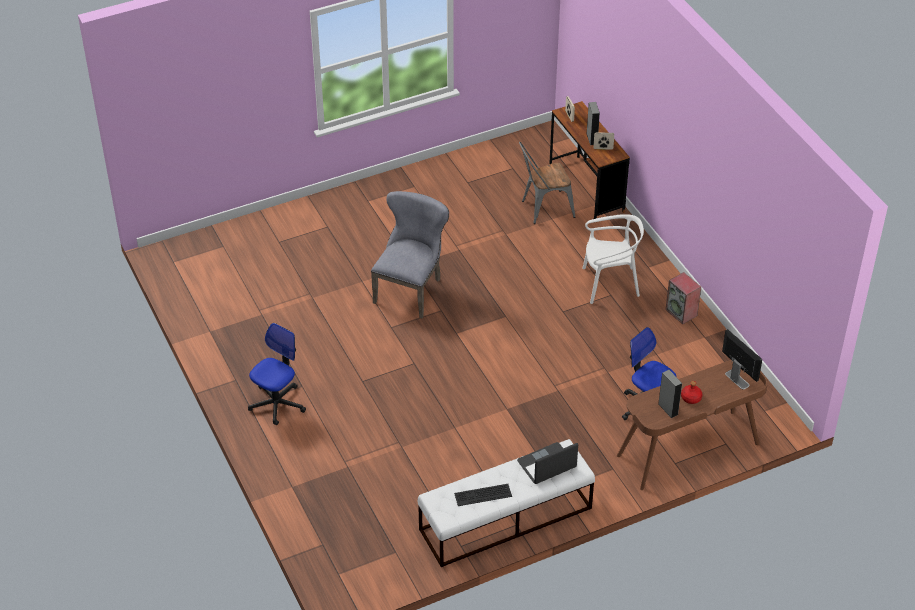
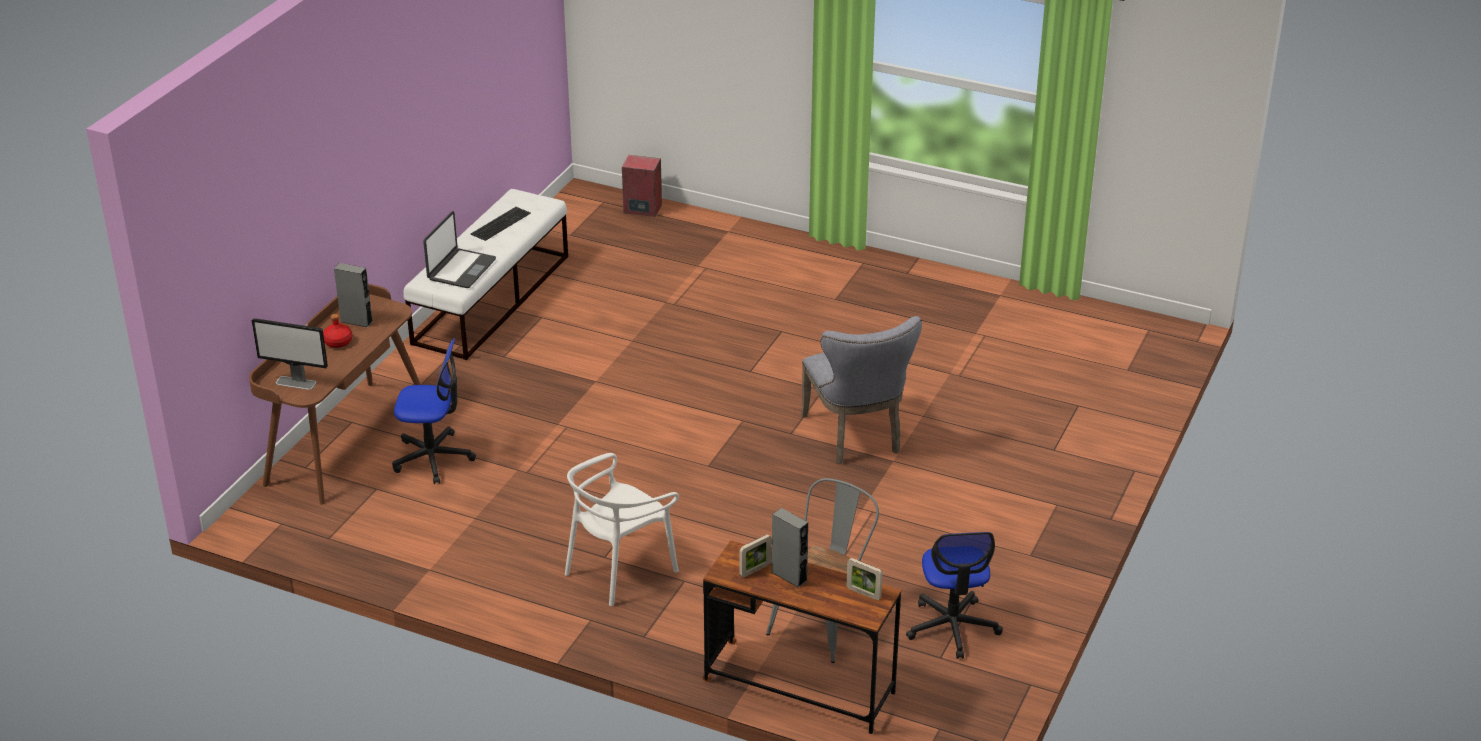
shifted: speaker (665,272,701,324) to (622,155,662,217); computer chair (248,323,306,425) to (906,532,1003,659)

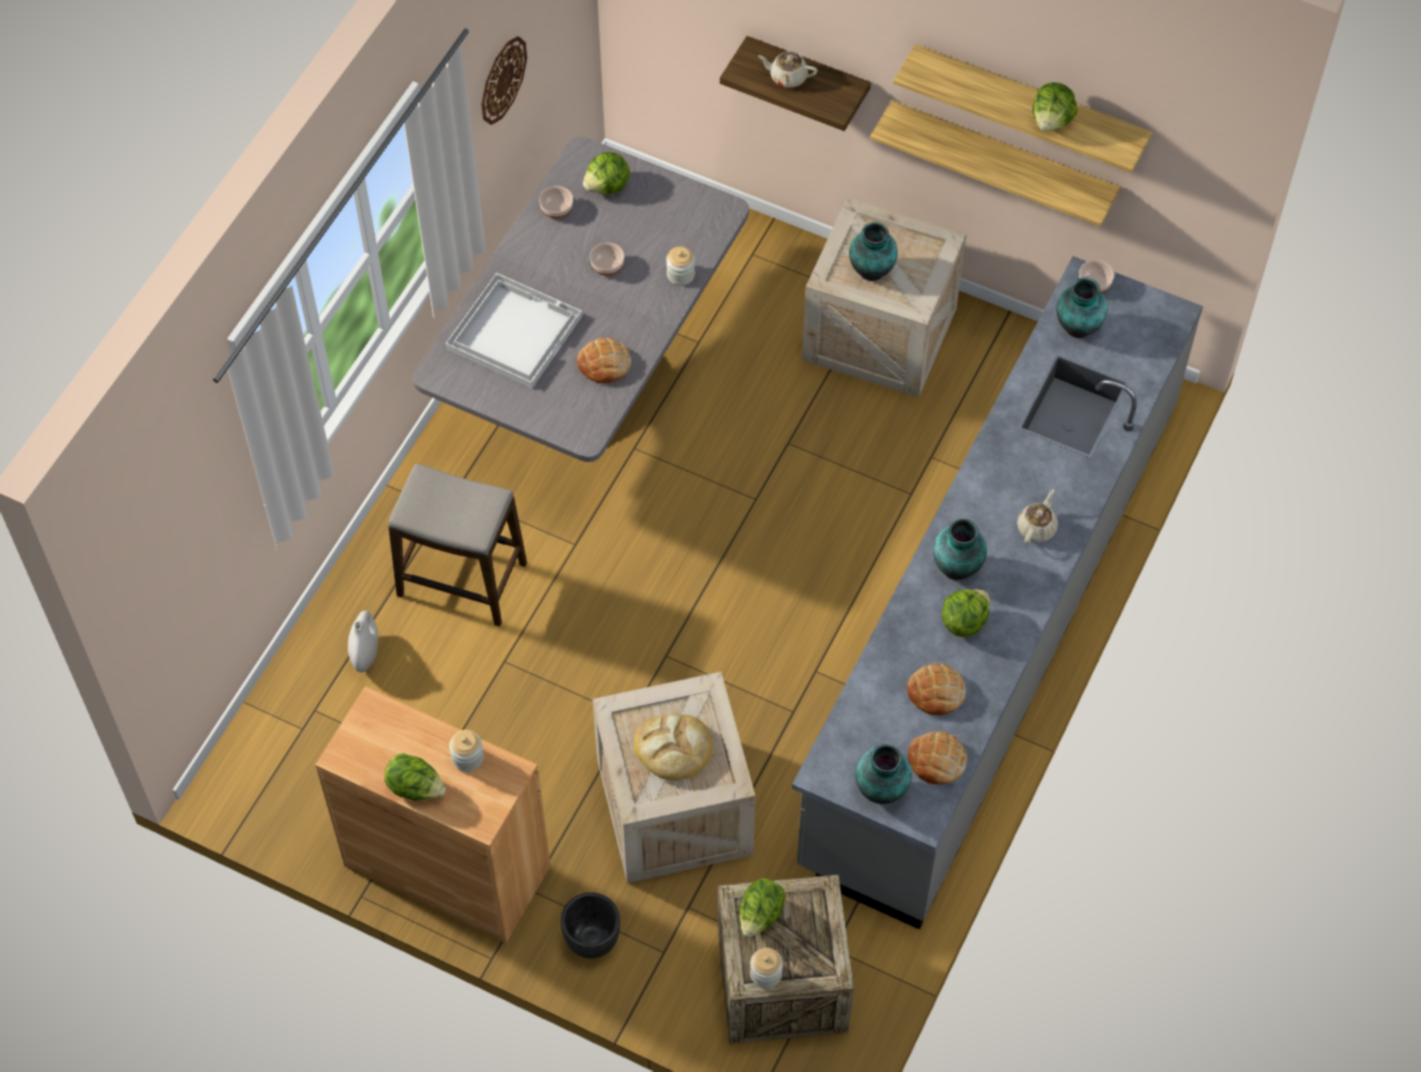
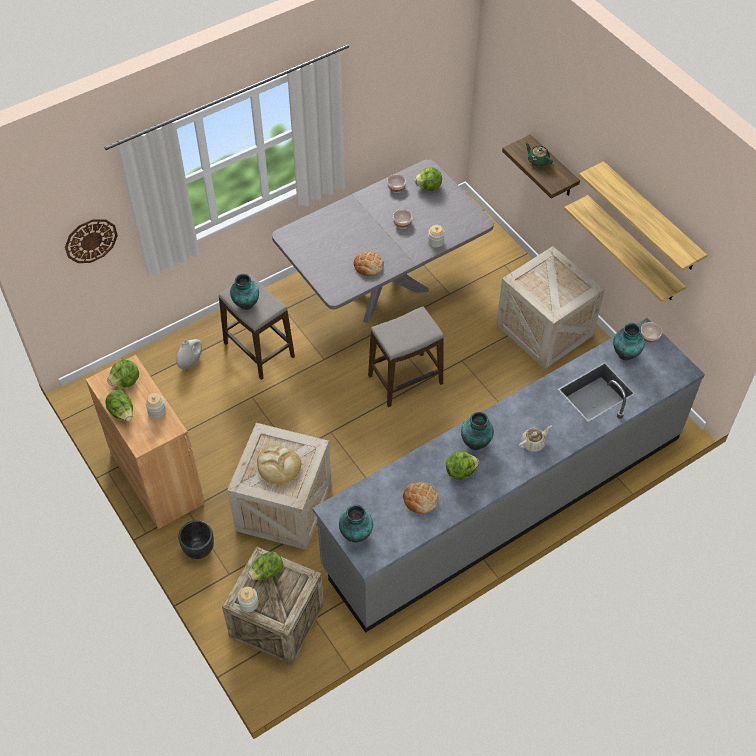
gone: carrying tray in white (445,273,582,388); baked bread (908,731,967,784)
new: sitting stool (368,307,444,407)
shifted: clock on the wall (481,36,527,125) to (65,219,118,263); head of lettuce (1032,82,1077,131) to (107,360,139,388); vase (849,222,898,281) to (230,274,259,310)
repainted: teapot in beige (758,51,818,88) to teapot in green (525,142,553,167)

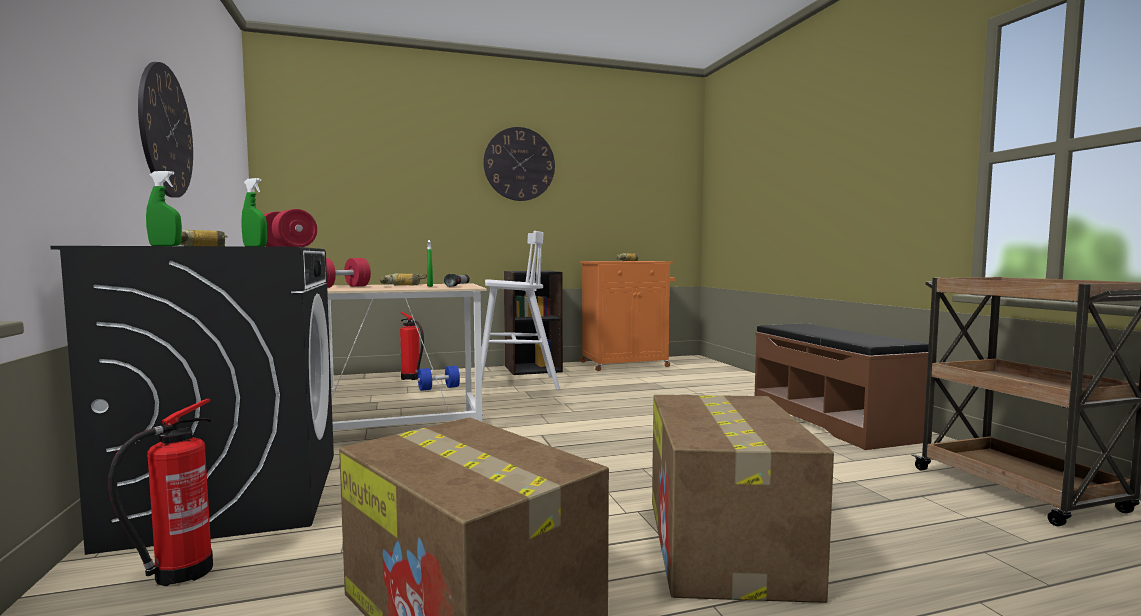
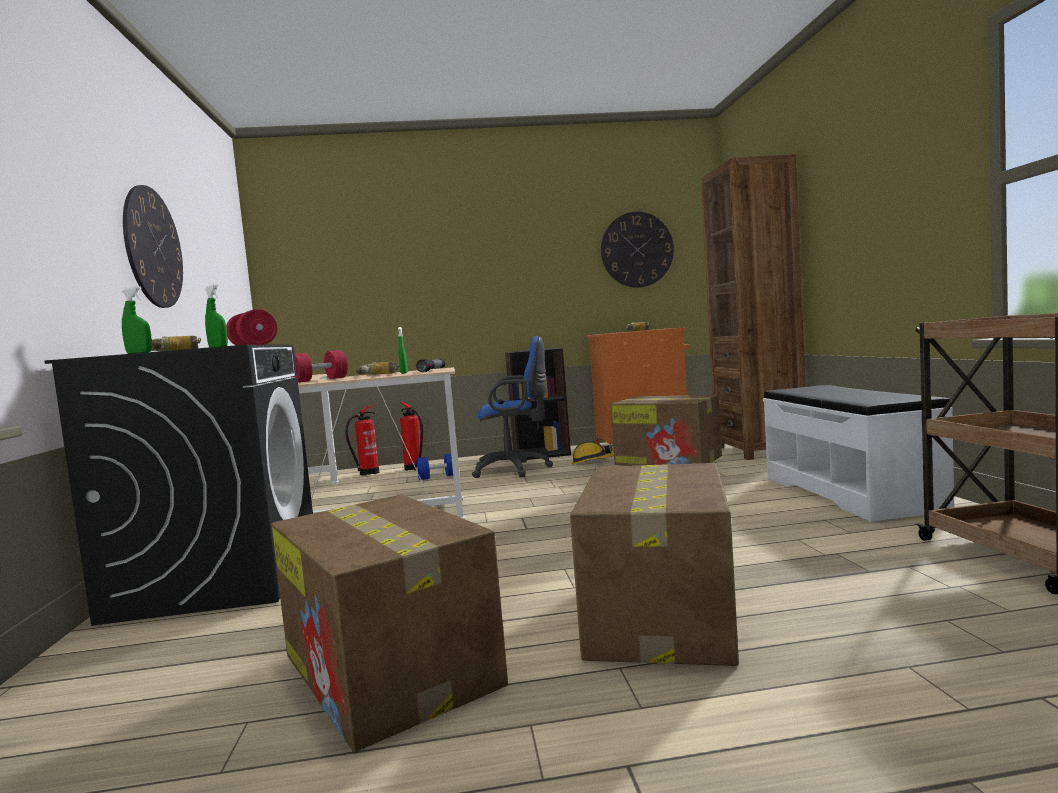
new: shelving unit in brown (701,154,806,460); cardboard box (610,395,722,466); hard hat (571,441,614,464)
shifted: clock on the wall (483,127,555,201) to (601,212,674,288); fire-fighting cylinder (108,399,213,586) to (345,404,379,476)
swapped: sitting stool in white (481,231,560,390) to computer chair in bluish (472,336,553,478)
repainted: bench in brown (755,323,929,450) to bench in white (763,385,954,522)

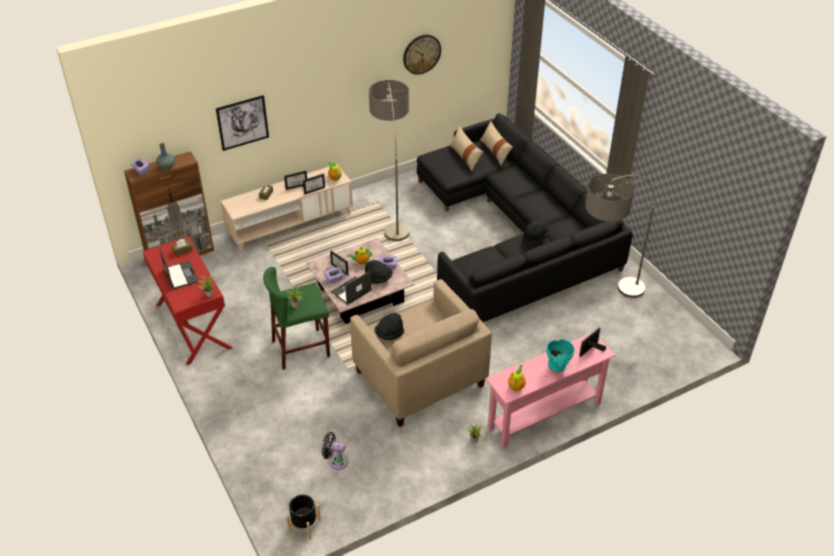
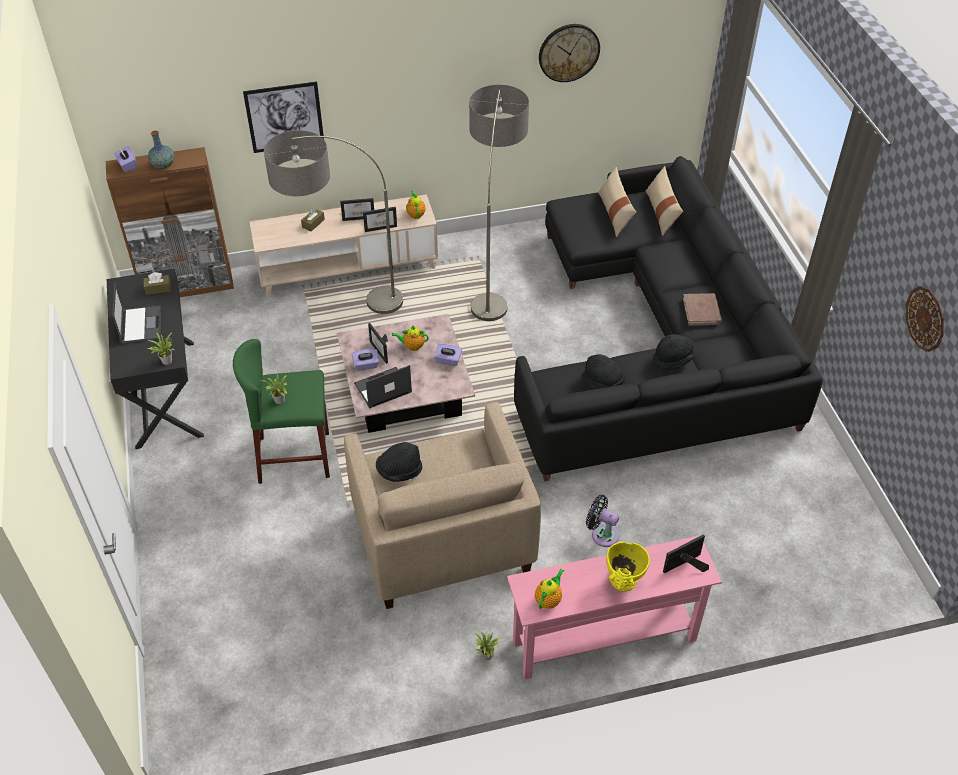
gone: flower pot in black-coloured (286,495,321,539)
new: clock on the wall (906,286,944,352); book in brown (683,293,722,326)
shifted: standing lamp (585,174,655,298) to (264,130,403,314); hat in black-coloured (365,260,392,284) to (583,354,625,389); cooling fan in black-coloured (322,432,349,470) to (586,495,619,547)
repainted: desk unit in reddish (143,237,232,365) to desk unit in black-coloured (107,268,204,449); vase in turquoise (547,339,574,372) to vase in yellow-coloured (607,542,650,592)

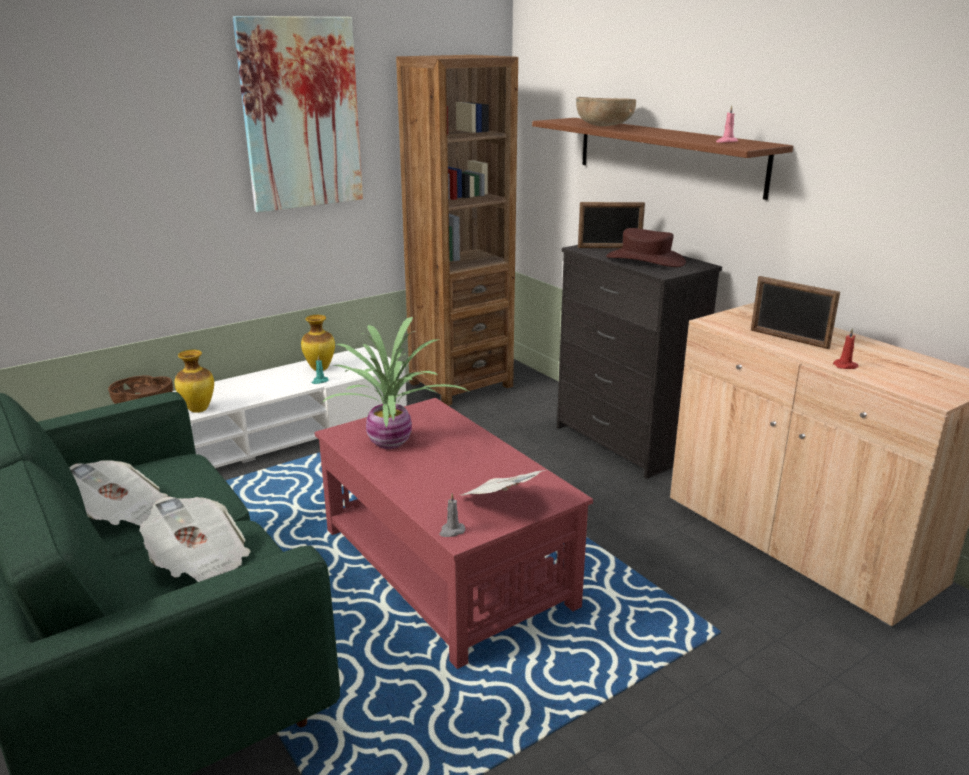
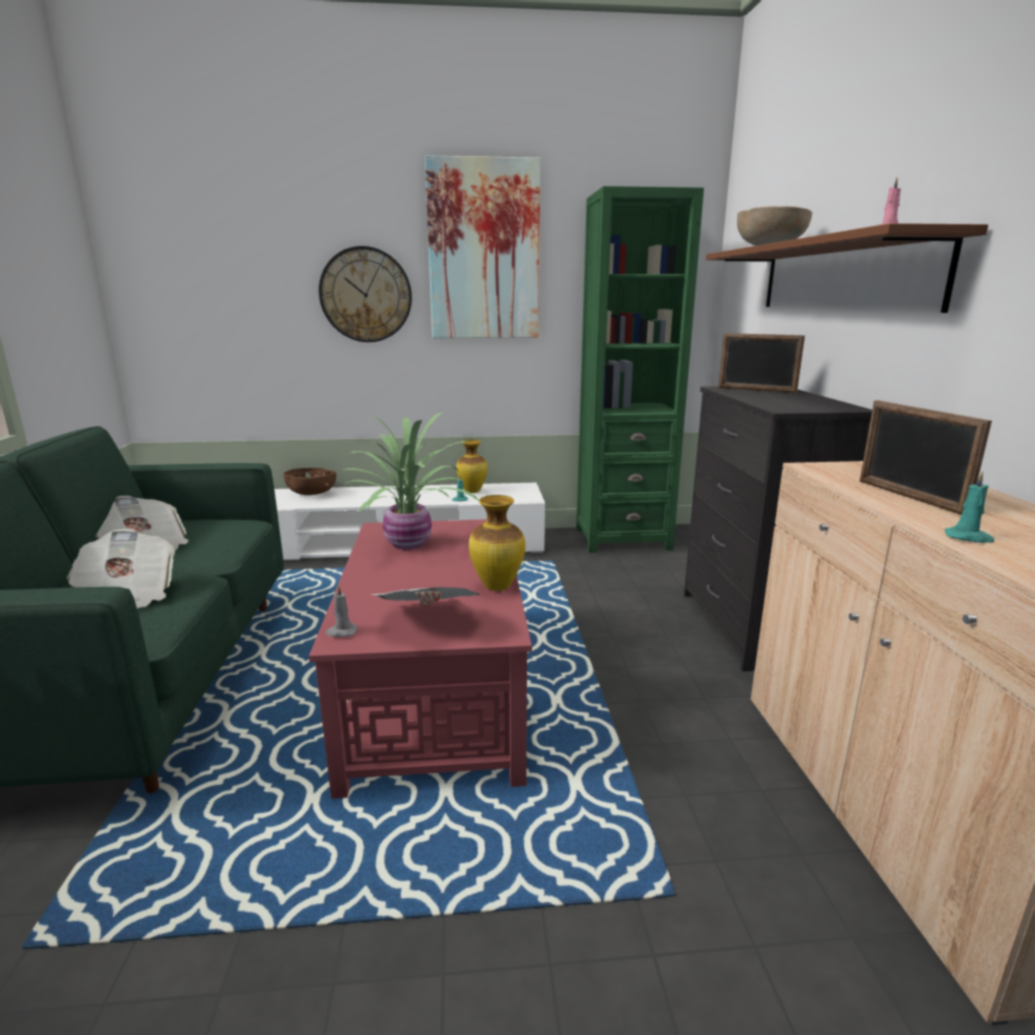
gone: hat in brown (606,228,686,267)
new: clock on the wall (319,246,412,342)
shifted: vase (174,350,214,413) to (469,495,525,591)
repainted: shelving unit in brown (396,55,518,406) to shelving unit in green (576,186,704,553); wax light in reddish (833,328,859,369) to wax light in turquoise (945,471,994,543)

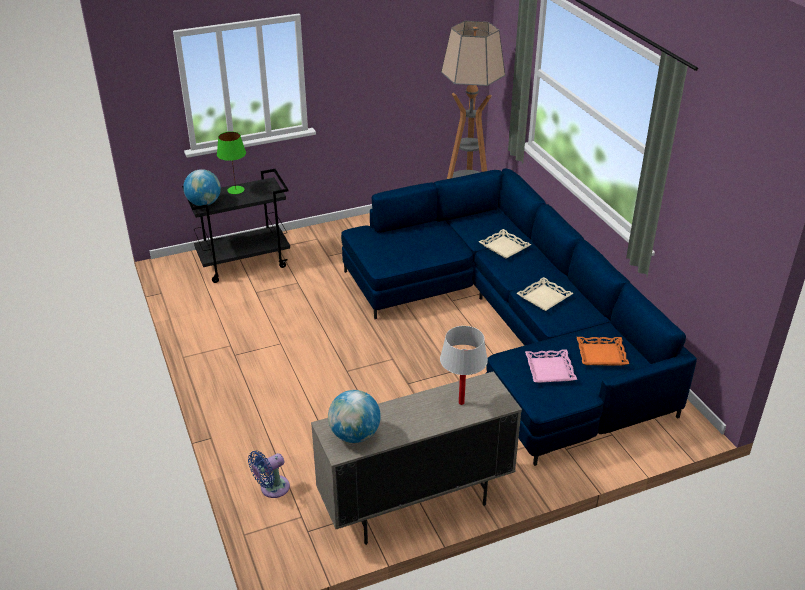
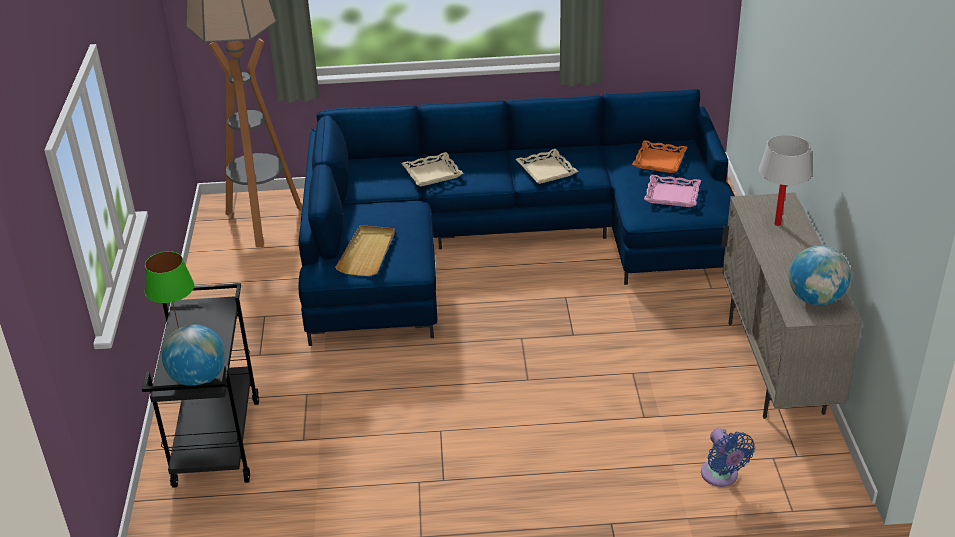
new: carrying tray in beige (335,225,395,276)

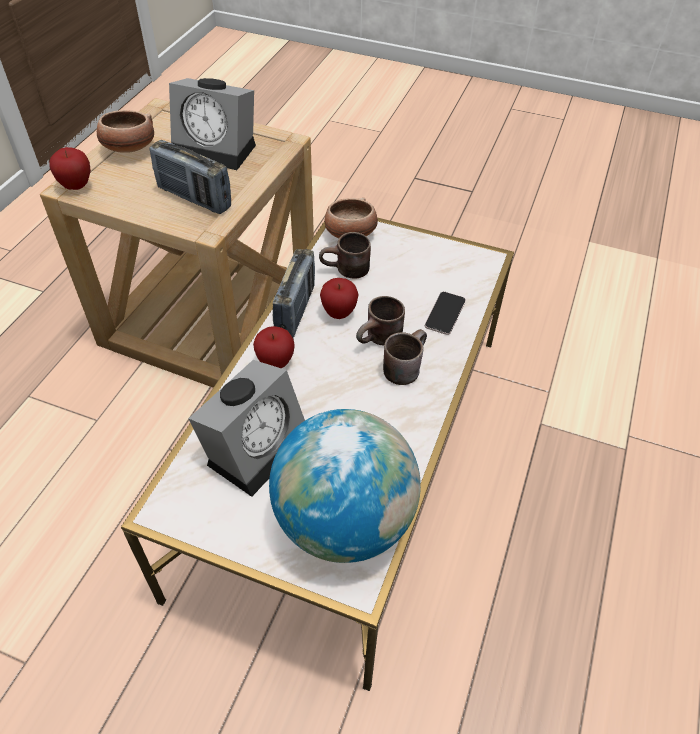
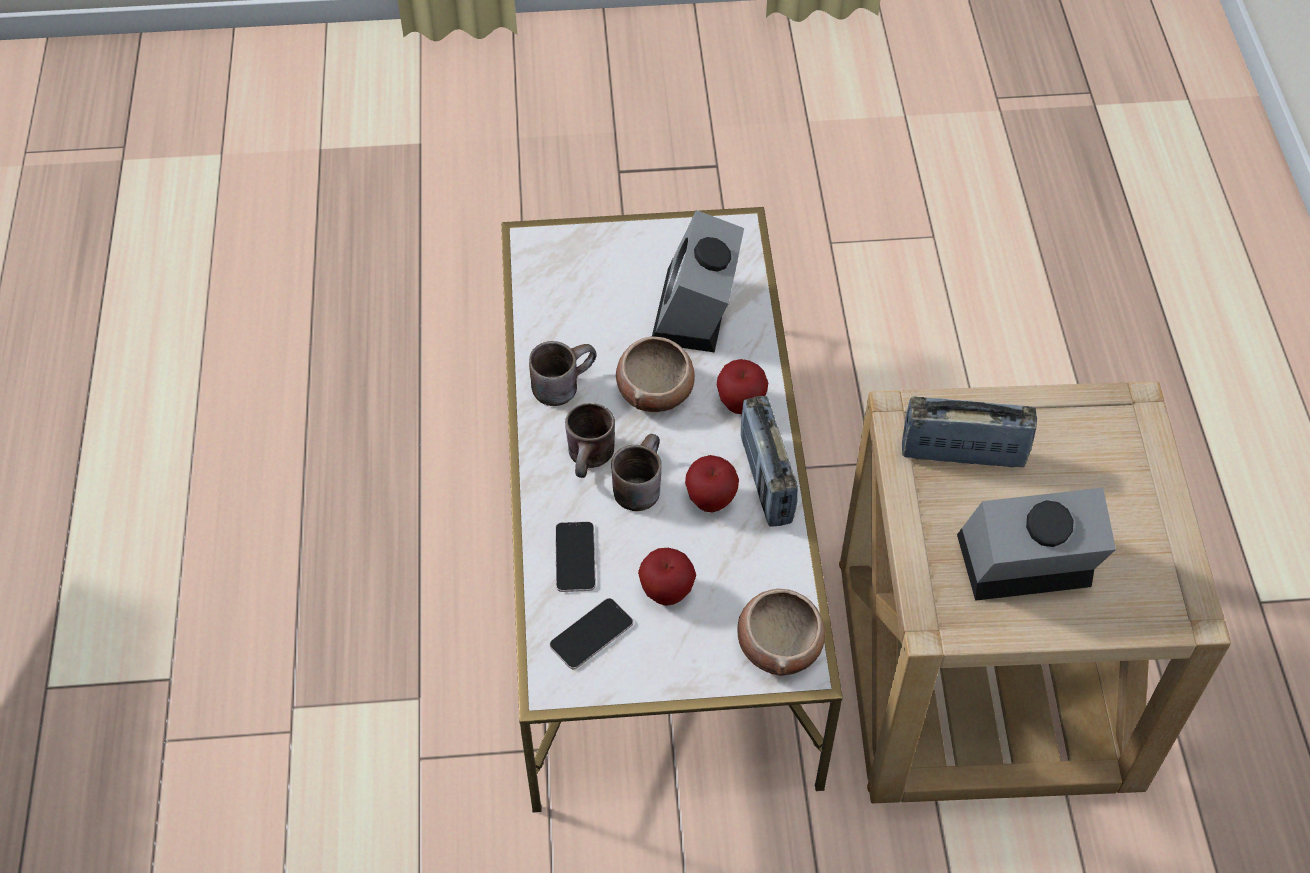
gone: world globe (269,409,421,563)
new: phone (550,598,633,669)
shifted: serving bowl (97,110,154,153) to (616,336,695,412); whole apple (49,147,91,190) to (638,548,696,606); coffee mug in brown (319,232,371,279) to (529,341,597,406)

